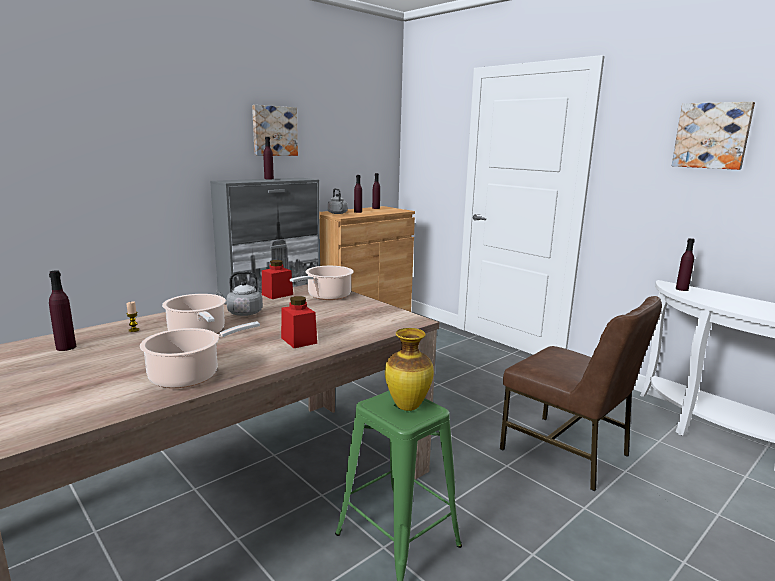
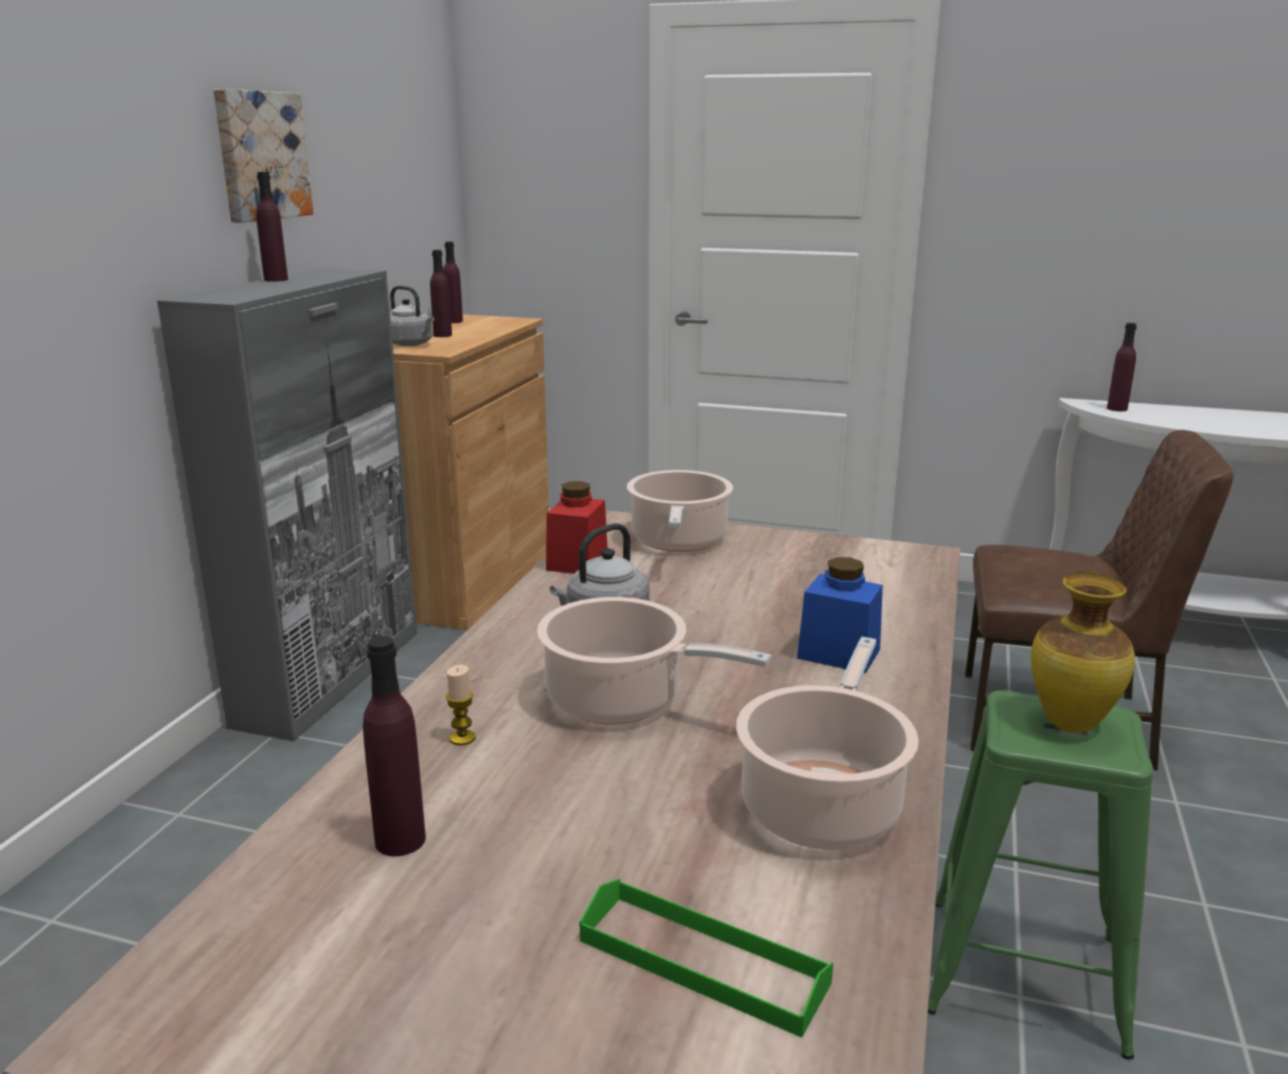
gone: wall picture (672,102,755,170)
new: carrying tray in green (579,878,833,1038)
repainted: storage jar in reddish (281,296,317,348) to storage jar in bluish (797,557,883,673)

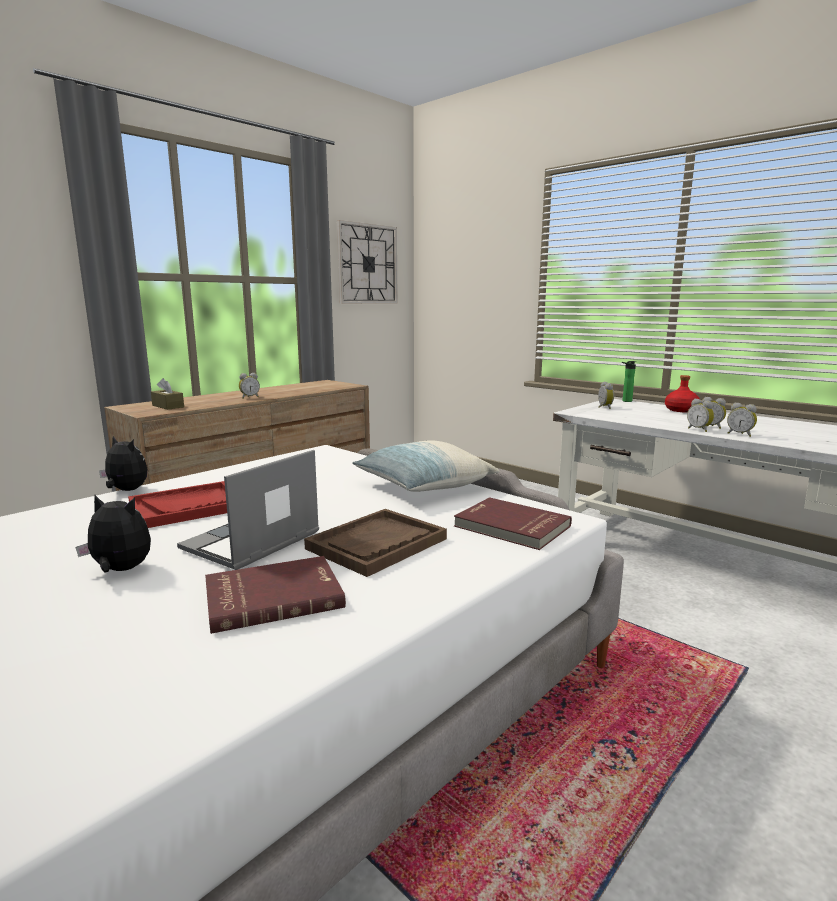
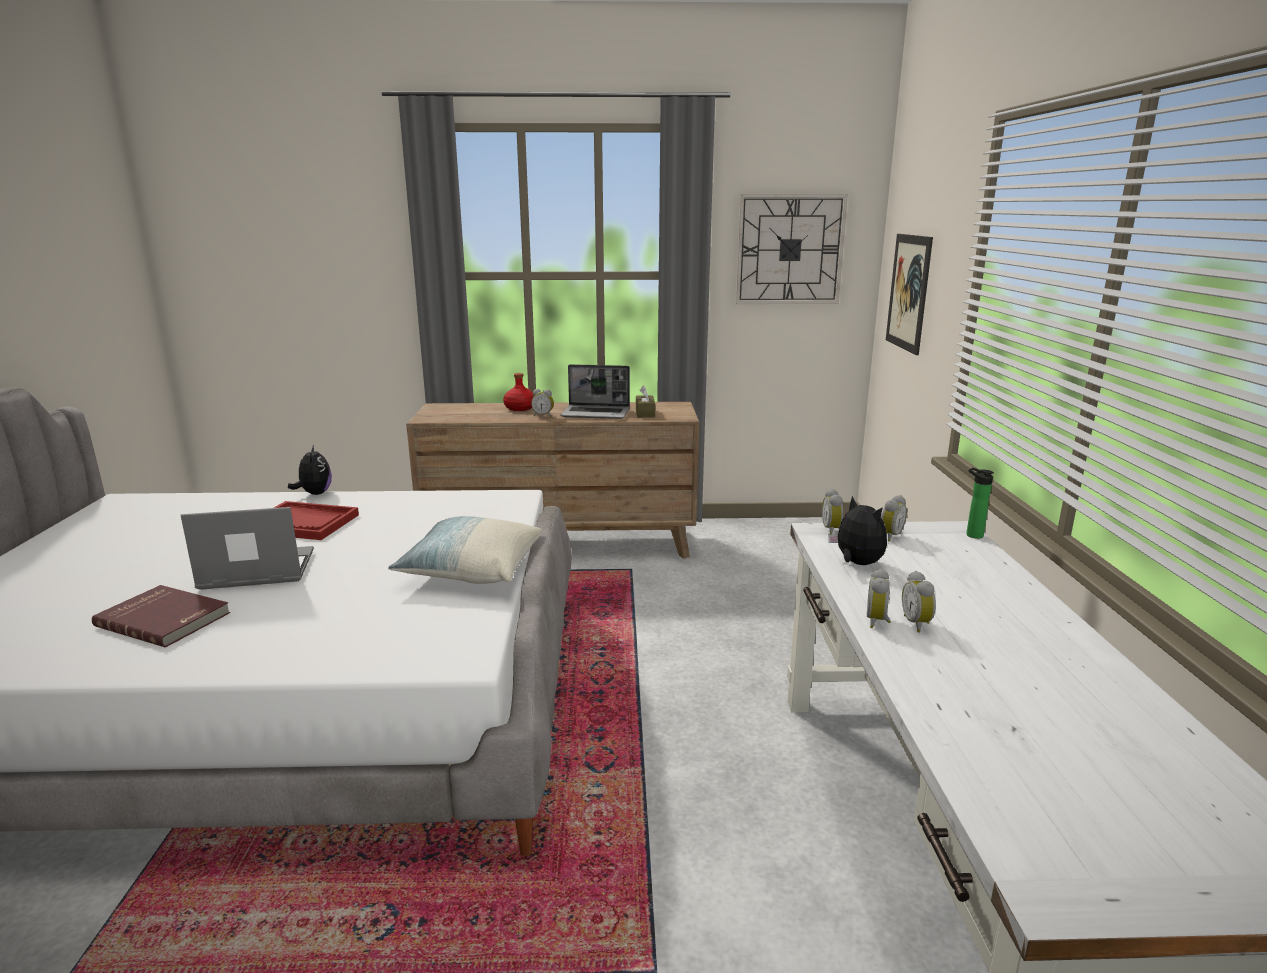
gone: book in reddish (454,497,572,550); carrying tray in brown (304,509,447,577)
new: wall picture (886,234,933,355); portable computer (560,364,630,419)
shifted: drink bottle in reddish (665,375,699,412) to (503,373,535,411); tissue holder in brown (151,378,184,410) to (636,385,655,418); alarm clock (727,403,757,437) to (822,489,844,534); soft toy (75,495,151,573) to (828,496,887,565)

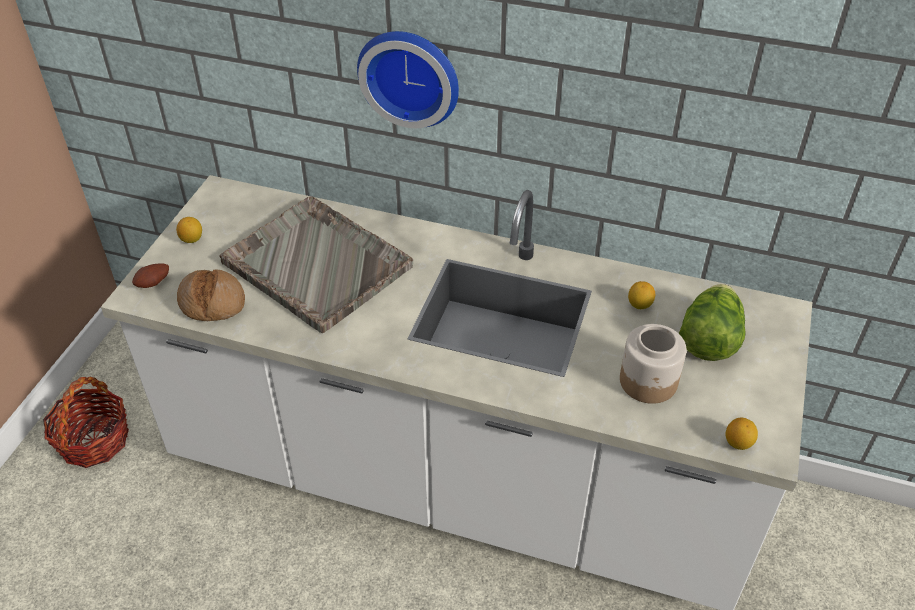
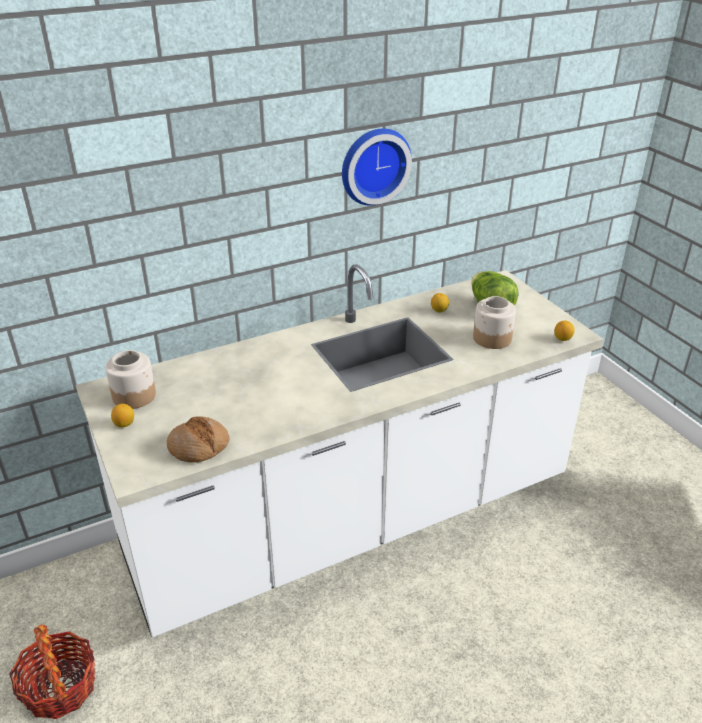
gone: carrying tray in gray (219,196,413,333); whole potato (132,263,169,288)
new: storage jar (105,350,156,409)
shifted: clock on the wall (357,31,459,128) to (342,129,412,206)

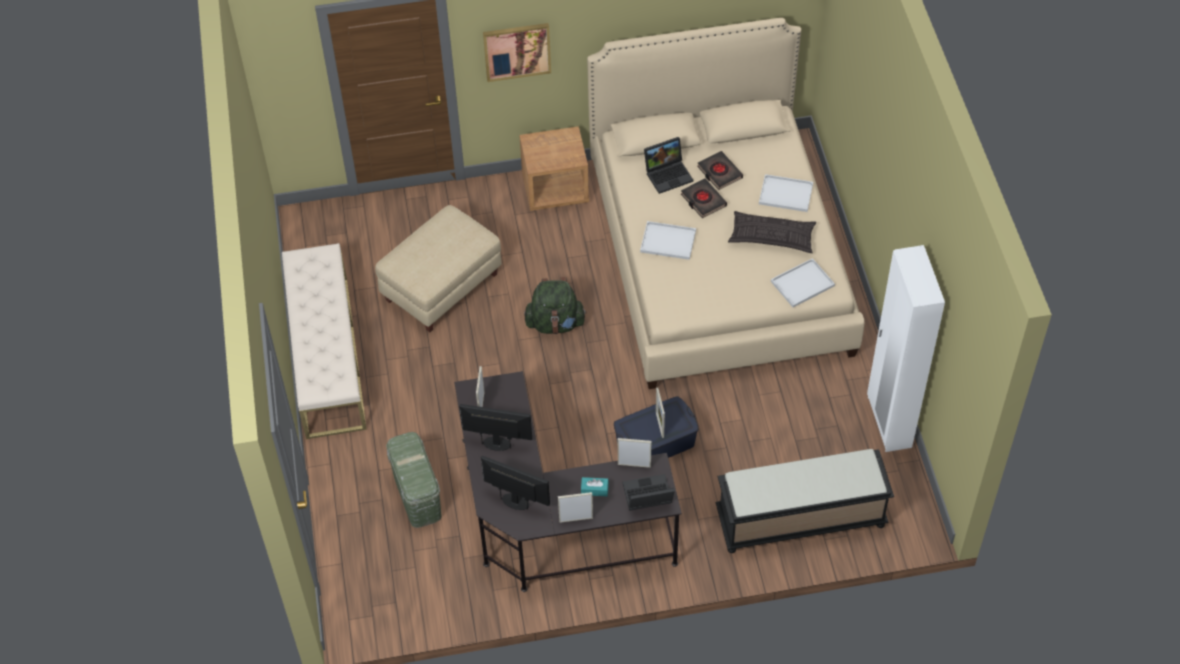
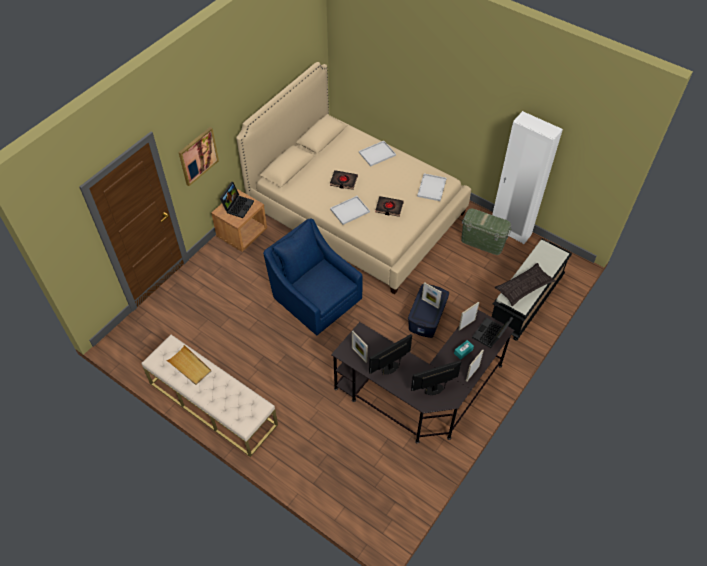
gone: ottoman in beige (375,205,502,332)
new: carrying tray in beige (166,345,211,385)
shifted: portable computer (644,137,693,194) to (220,182,254,218); book in black-coloured (697,151,743,190) to (376,196,404,217); cushion (728,211,816,253) to (495,263,556,306); storage box in green (386,432,442,528) to (461,208,511,255)
swapped: rucksack in green (524,277,587,334) to lounge chair in bluish (263,219,362,336)

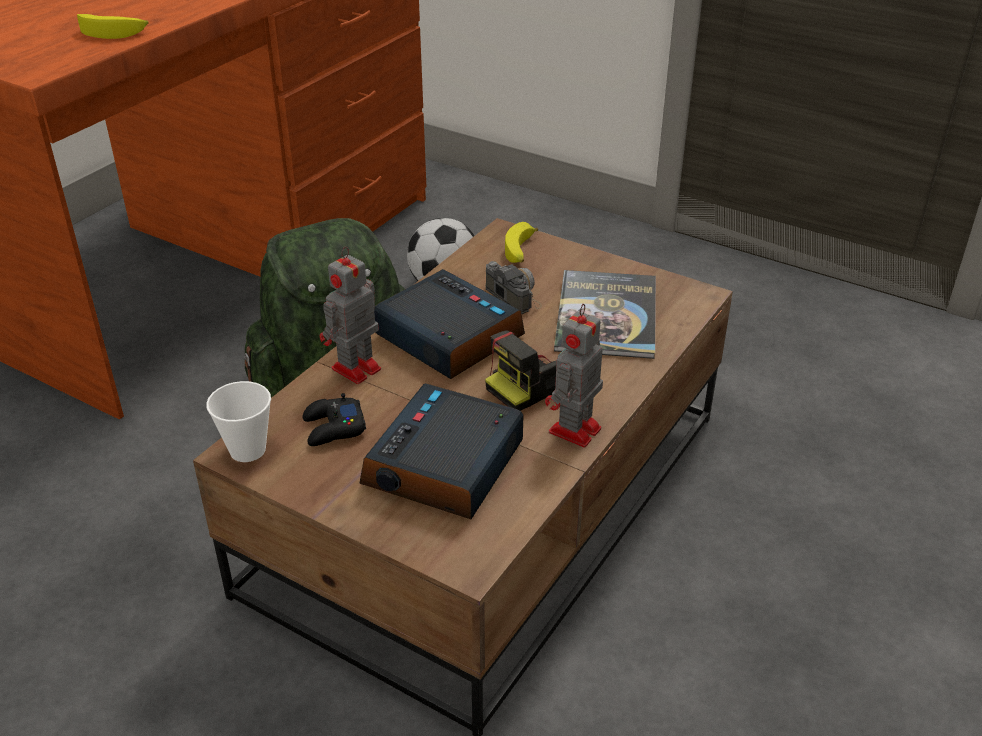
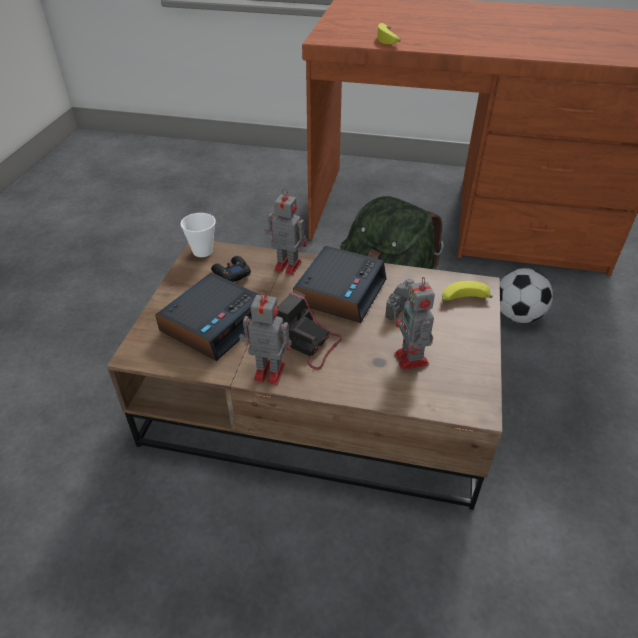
swapped: book (554,270,656,359) to model robot (394,277,435,370)
rotated: alarm clock (359,383,523,519) = (155,273,260,361) 120 degrees clockwise

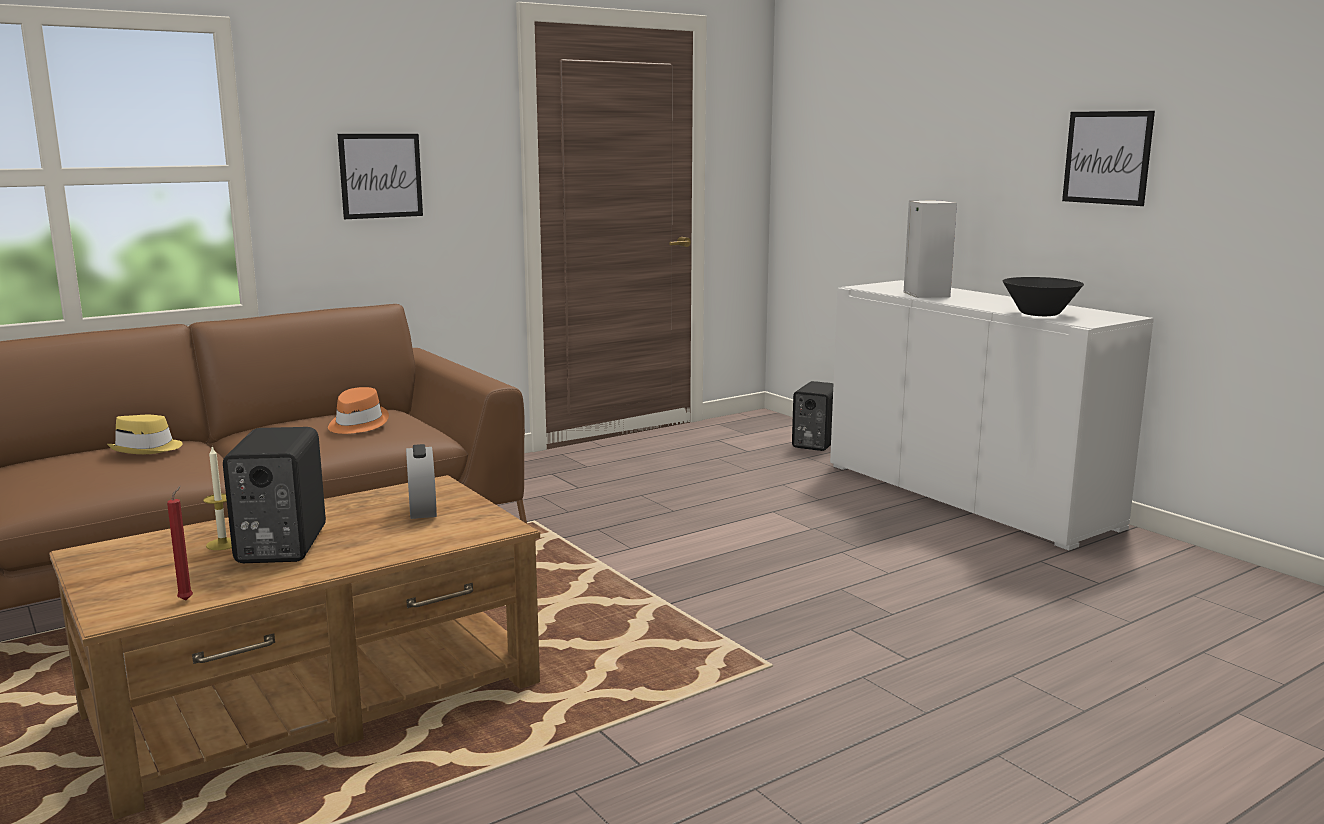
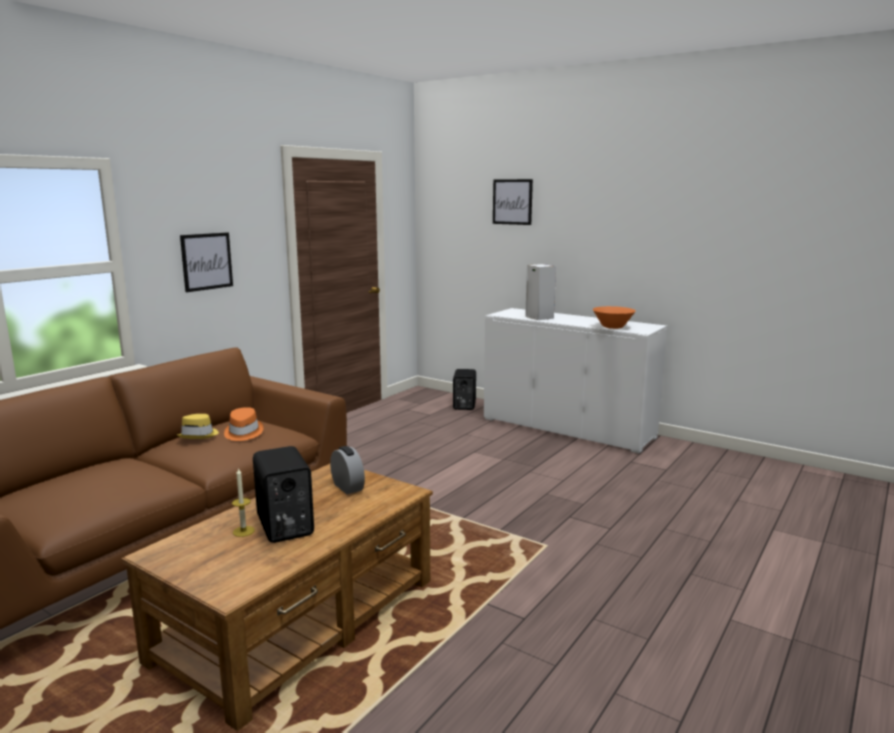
gone: wax light in reddish (167,486,193,601)
shifted: wall picture (1062,111,1155,206) to (493,179,533,225); hat in yellow-coloured (107,415,183,454) to (177,414,219,439)
repainted: serving bowl in black-coloured (1002,277,1084,316) to serving bowl in orange-coloured (593,306,636,329)

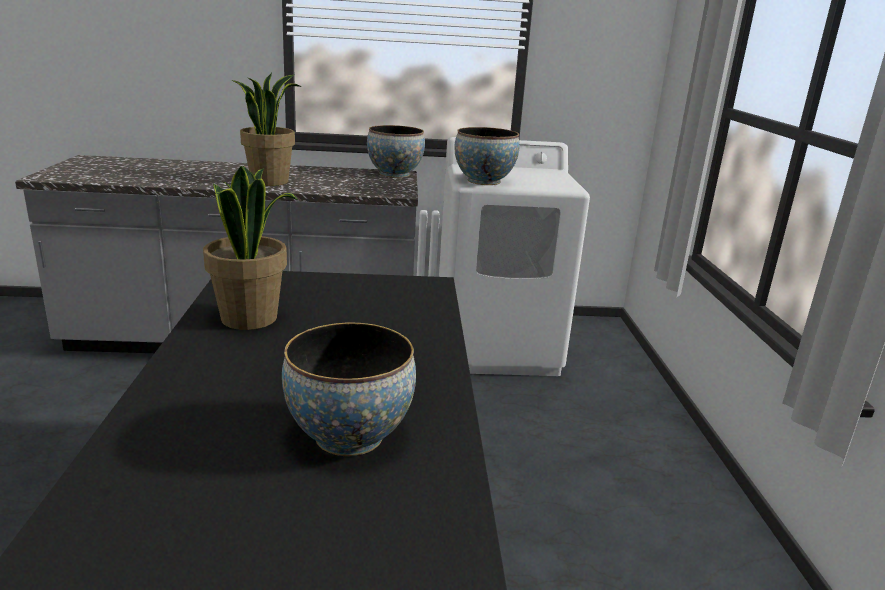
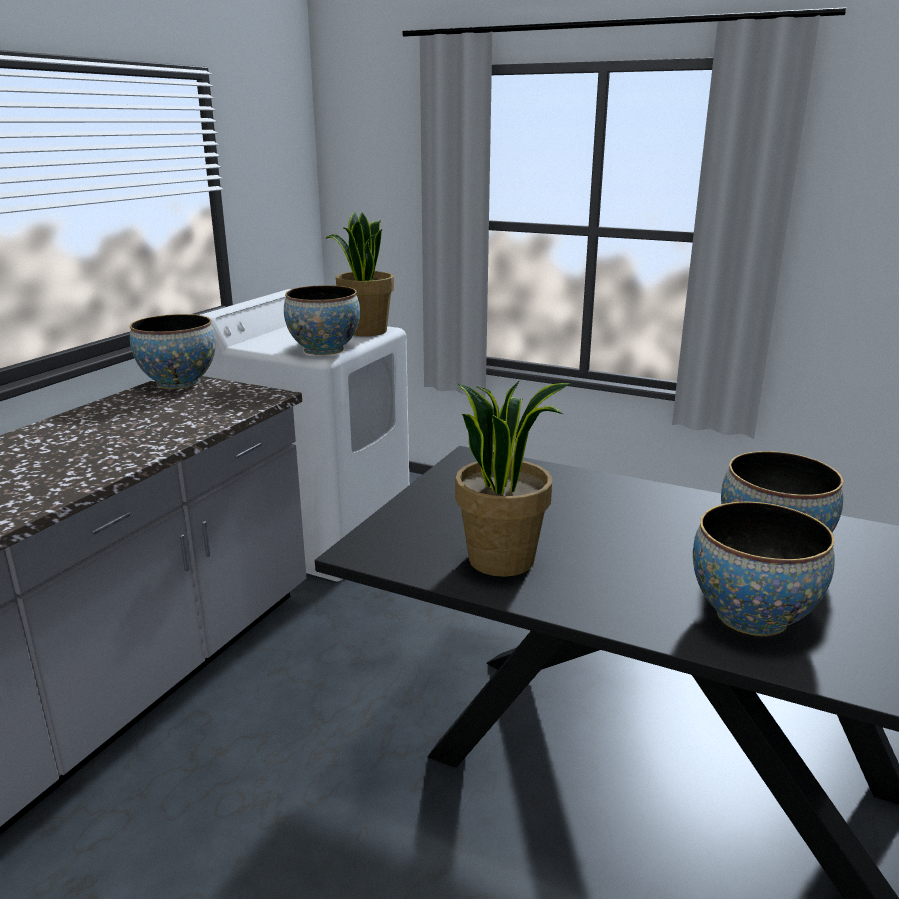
new: serving bowl (693,502,835,636)
shifted: plant in a pot (232,73,302,186) to (325,212,394,336)

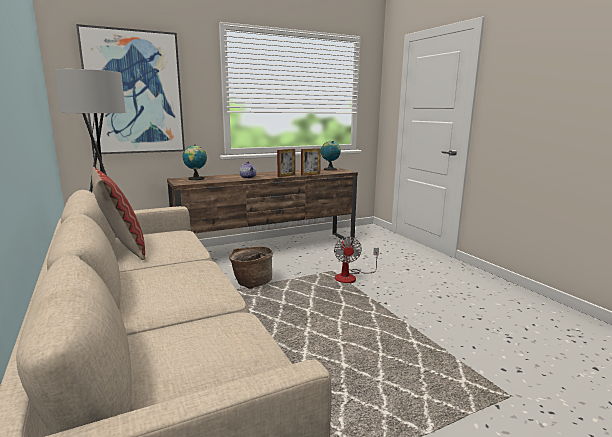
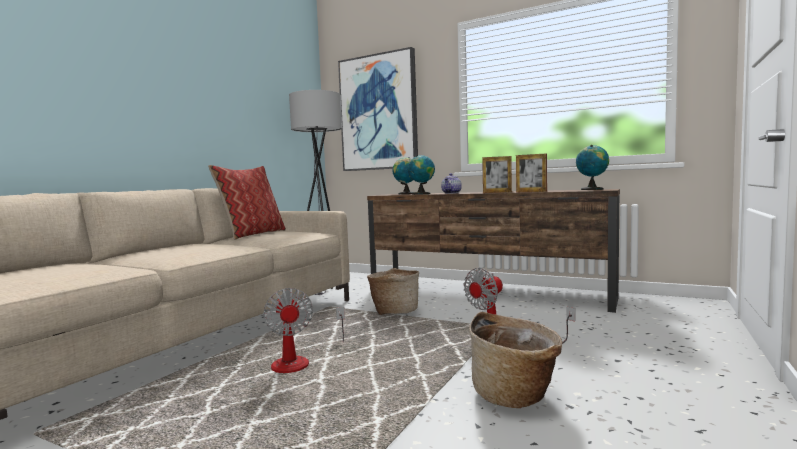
new: world globe (408,155,435,195); cooling fan (263,288,345,373); storage basket (469,312,562,408)

